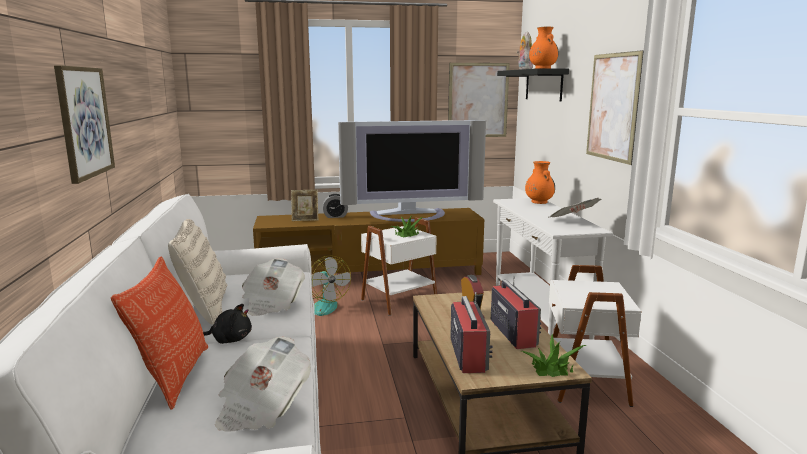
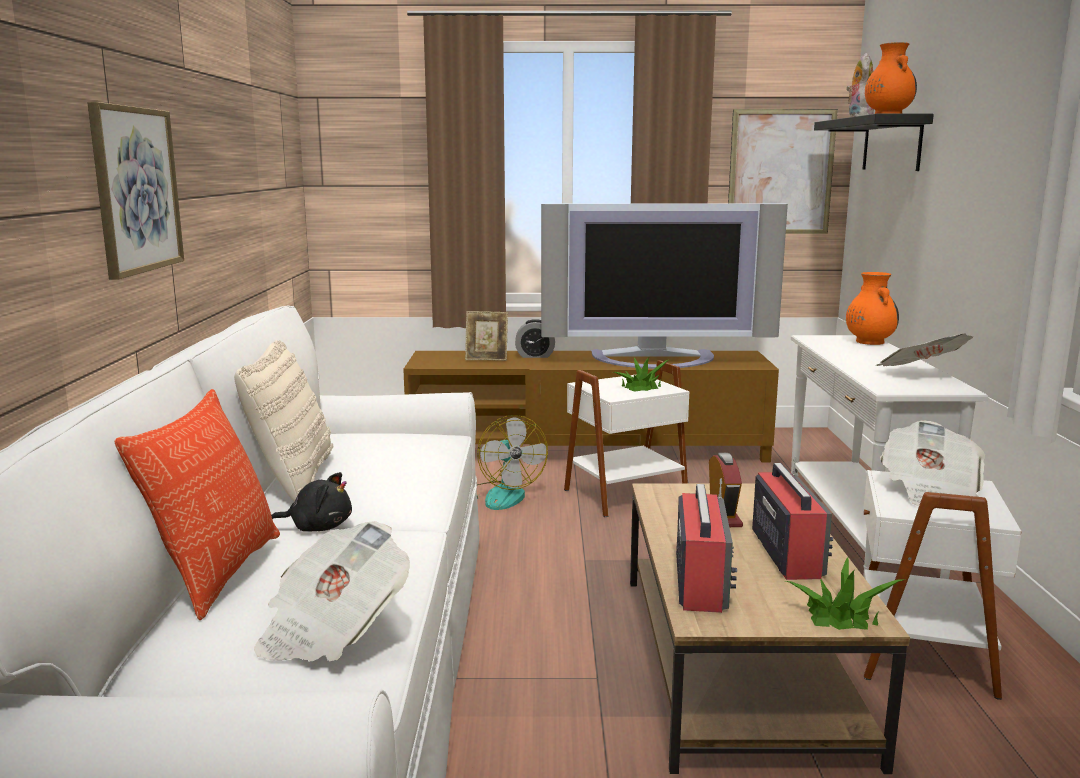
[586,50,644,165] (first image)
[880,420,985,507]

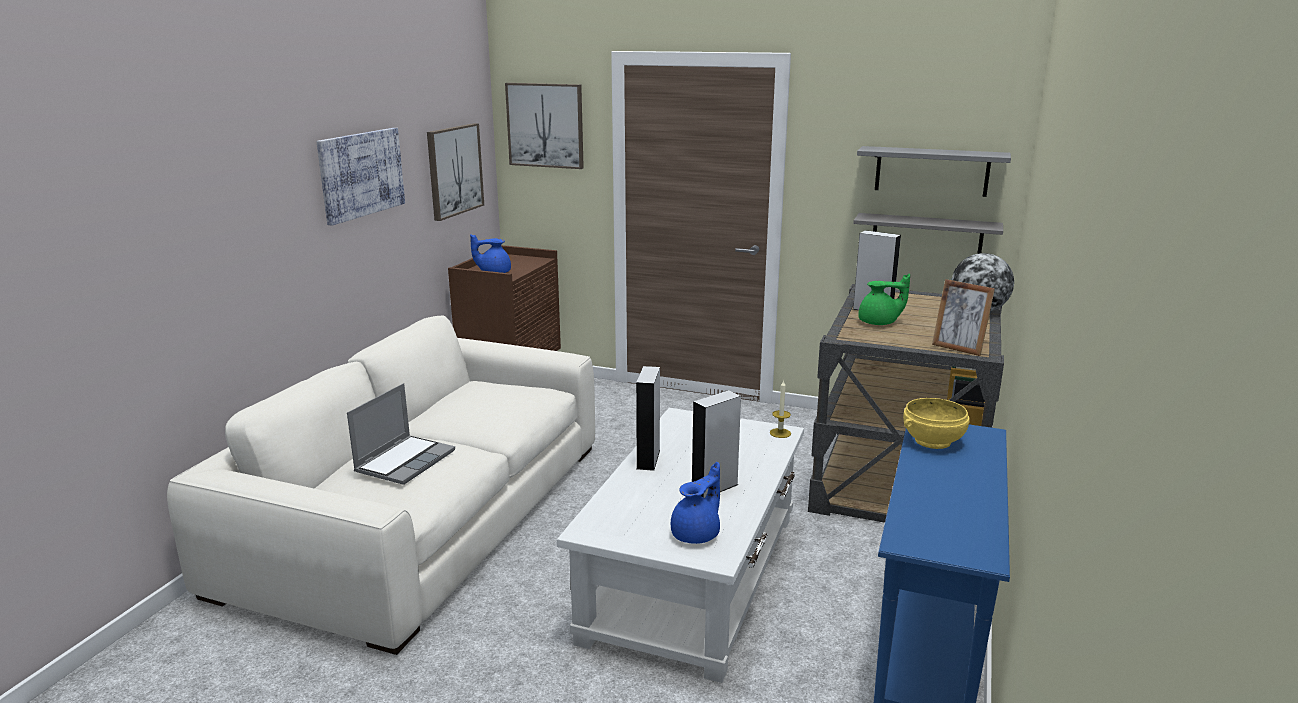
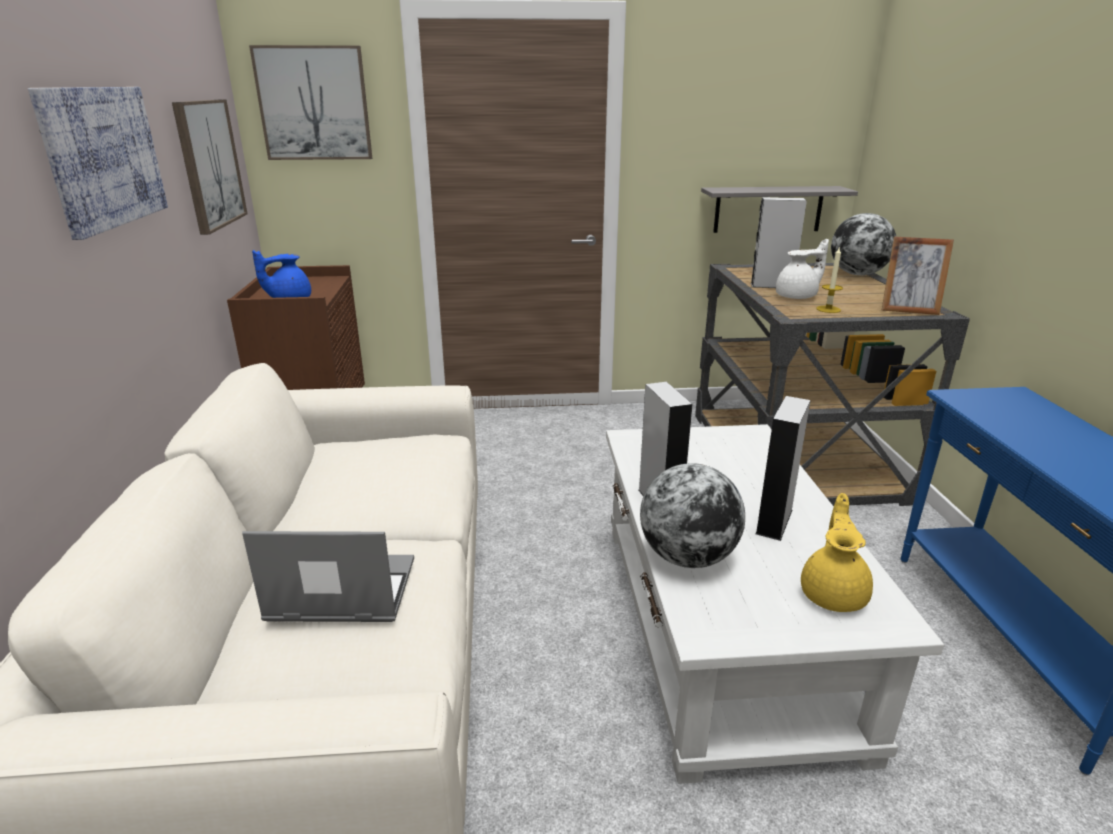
[857,146,1011,197] (first image)
[903,398,970,449] (first image)
[640,463,745,568]
[816,246,843,313]
[801,493,873,612]
[776,239,829,299]
[242,531,414,622]

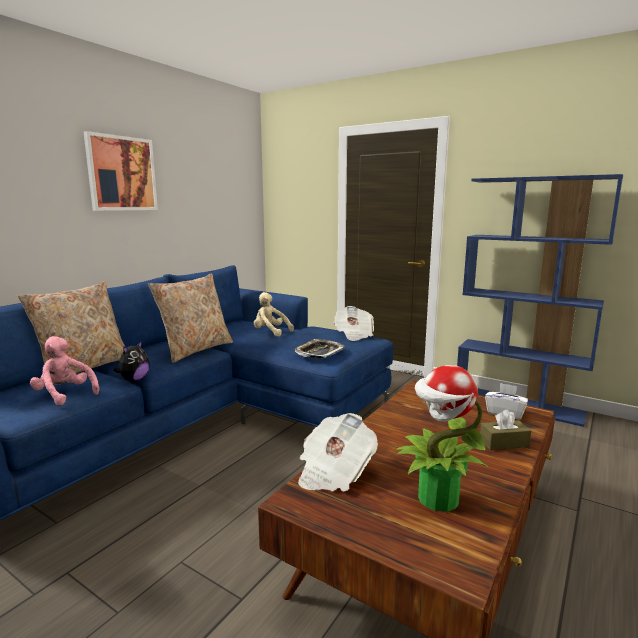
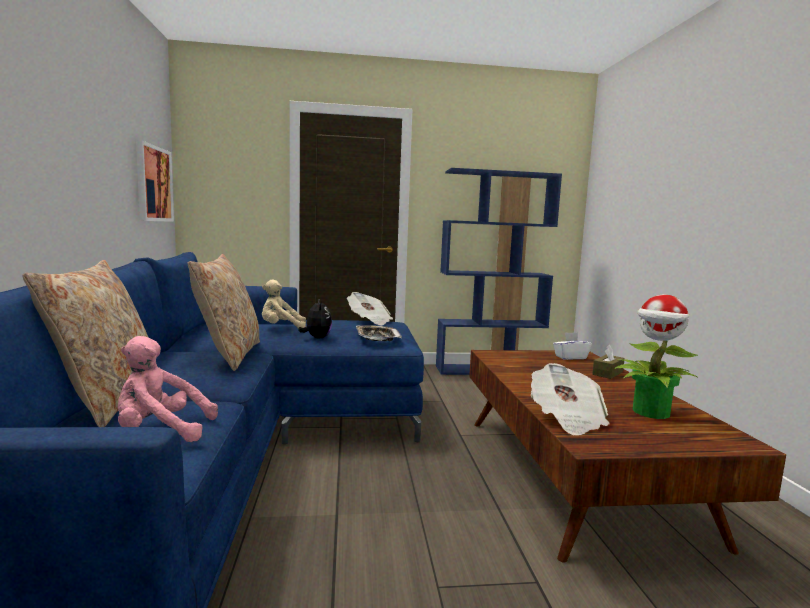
[136,140,174,222]
[298,298,332,338]

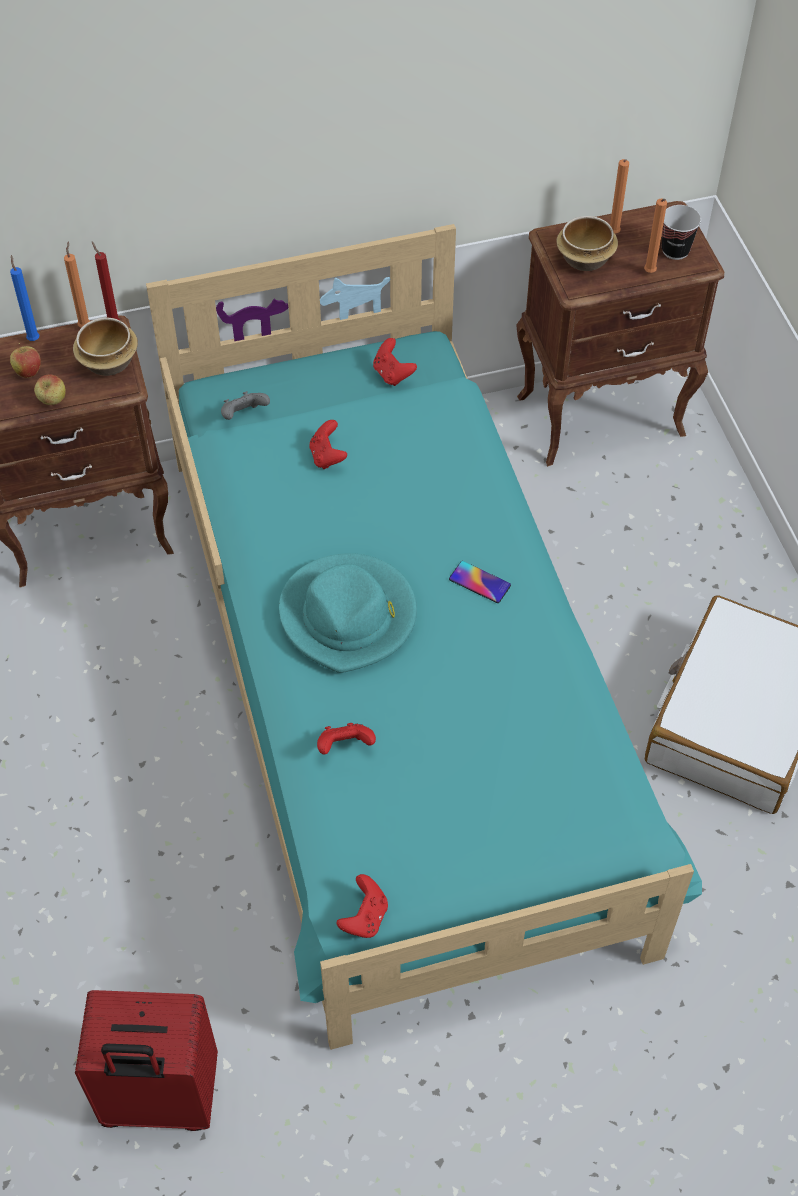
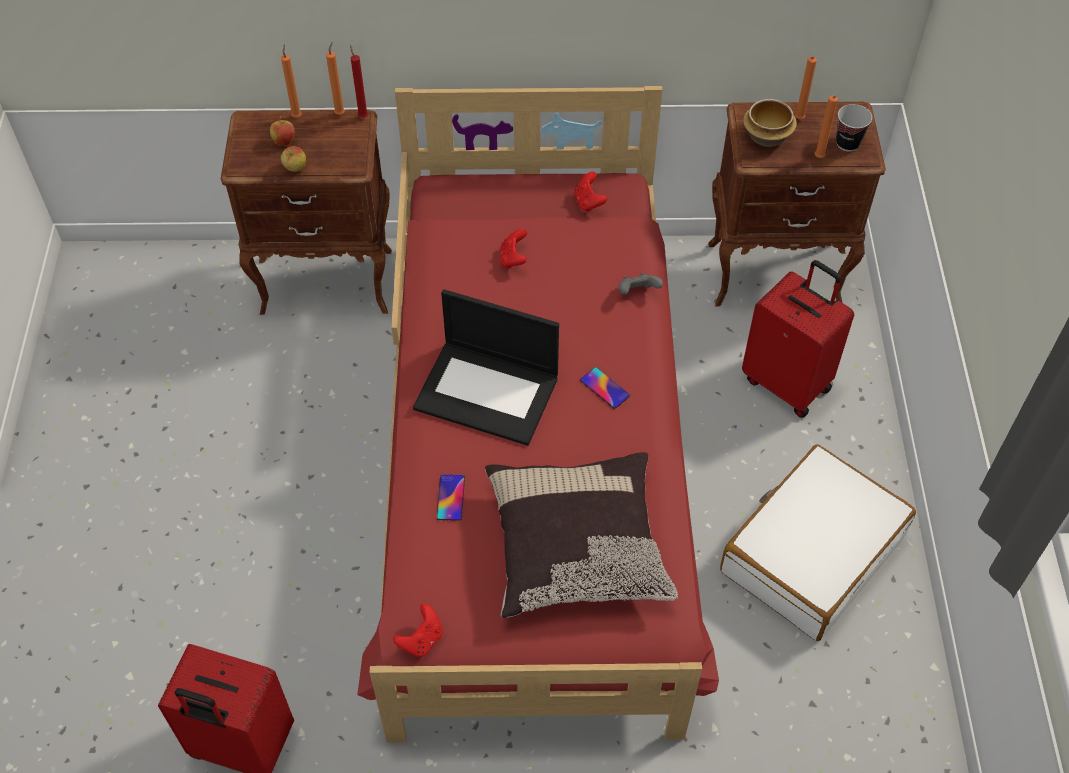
[73,318,138,376] (first image)
[485,452,678,618]
[742,260,854,418]
[619,273,663,295]
[413,289,559,446]
[437,475,465,521]
[281,44,302,118]
[357,86,719,743]

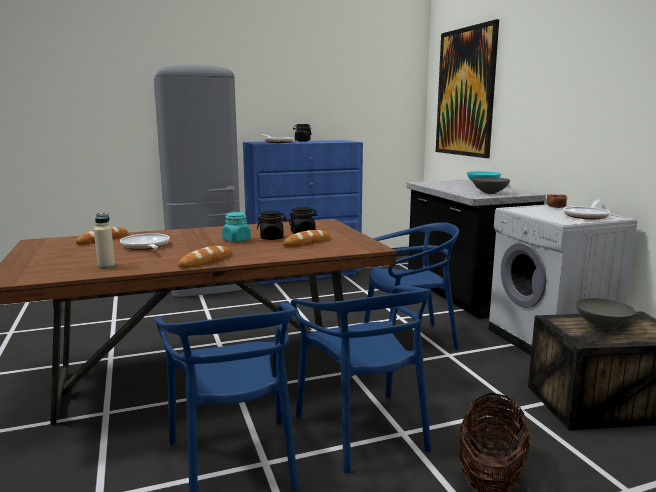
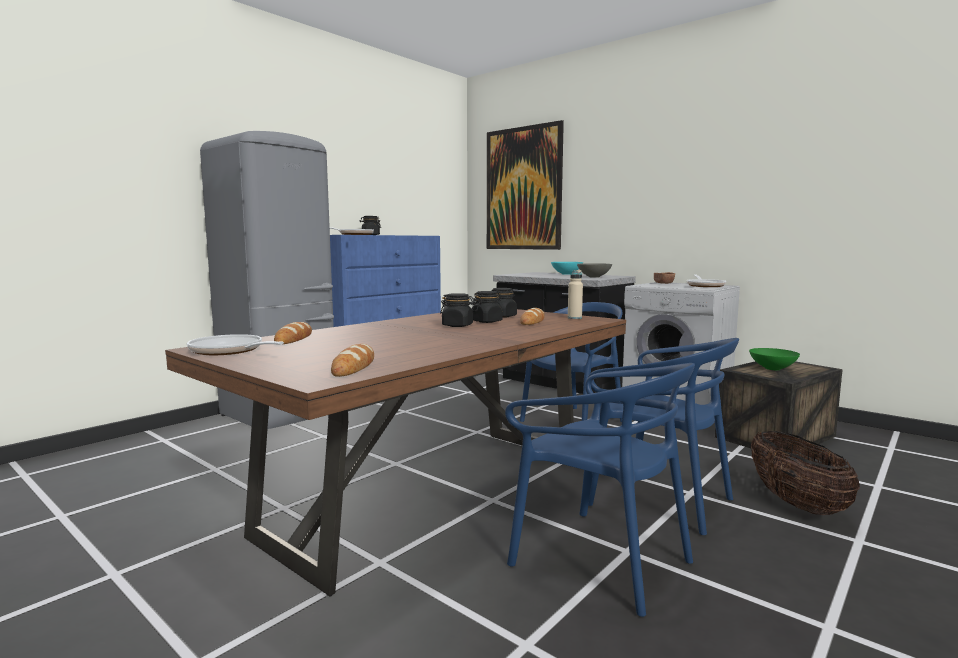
[568,270,583,319]
[187,334,284,355]
[331,344,374,377]
[440,293,476,327]
[749,348,800,370]

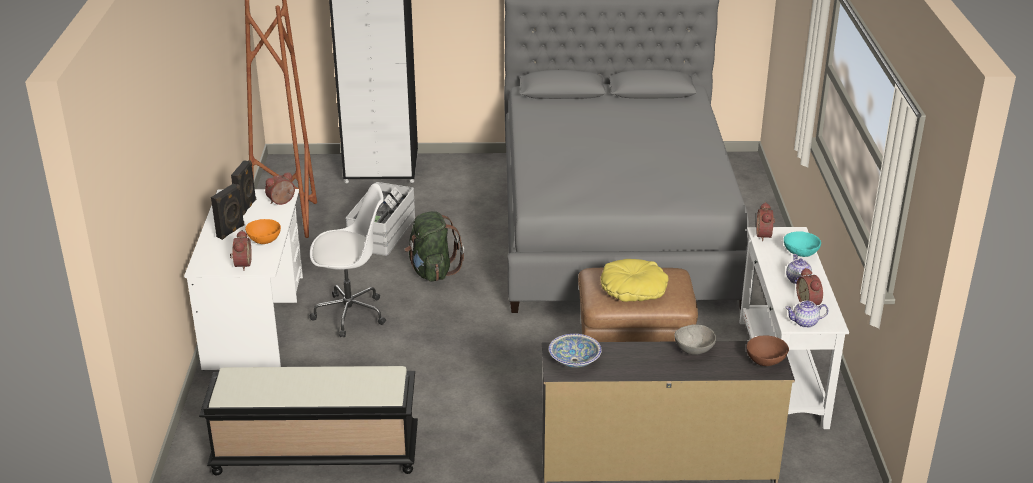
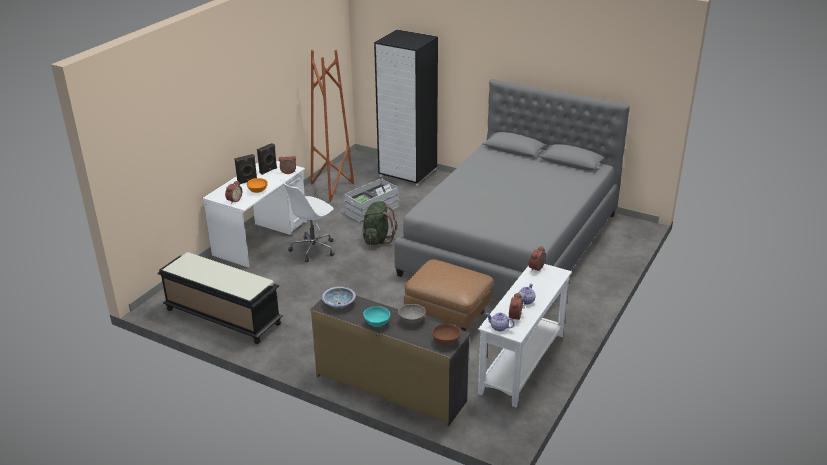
[601,259,668,302] (first image)
[363,306,390,327]
[281,179,335,262]

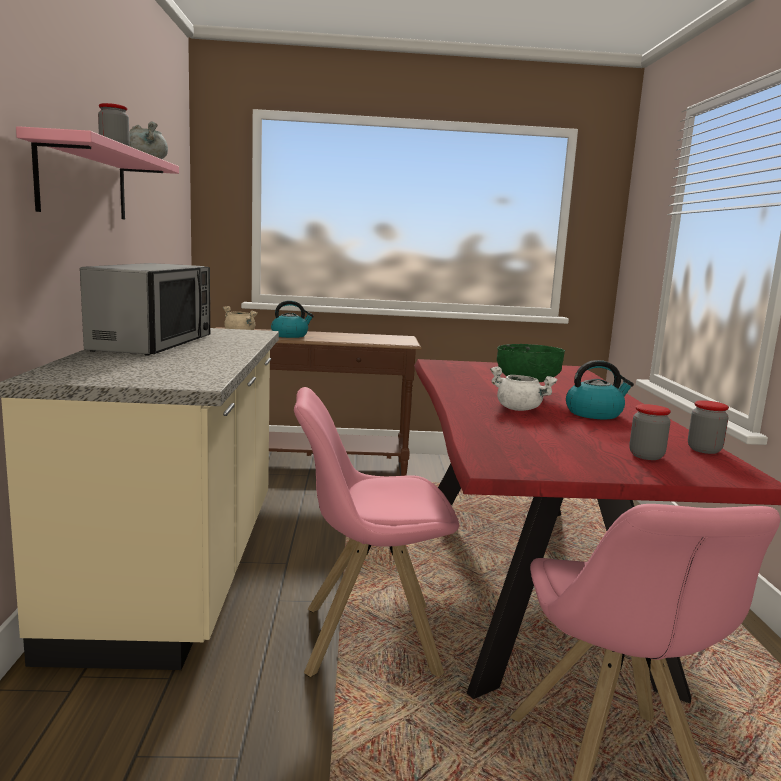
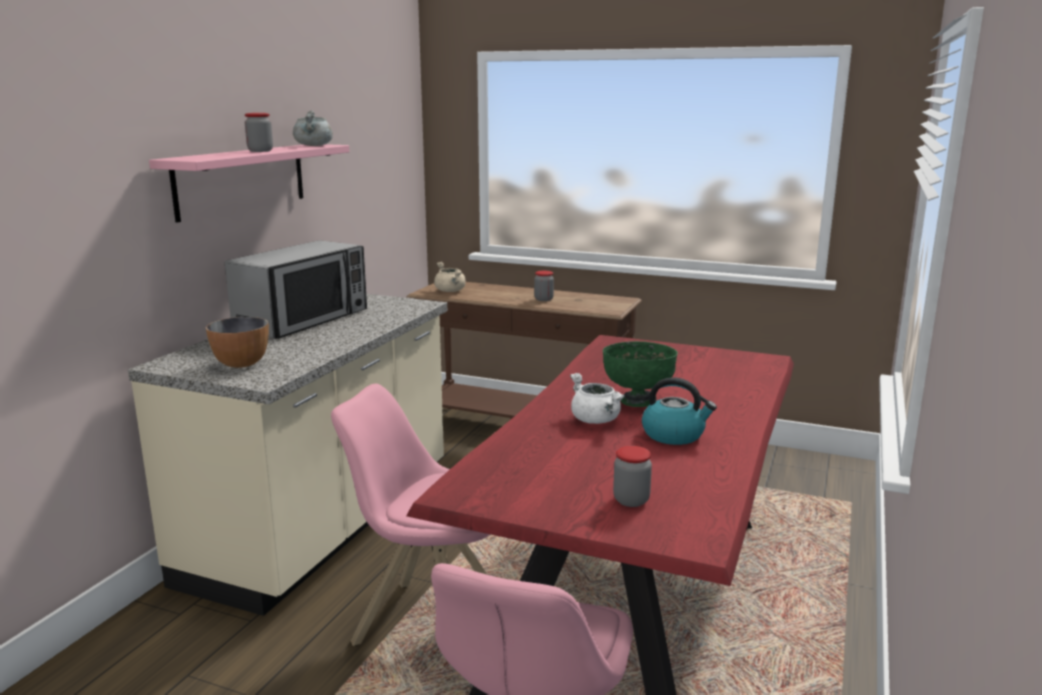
[271,300,314,338] (first image)
[206,317,269,368]
[534,271,554,301]

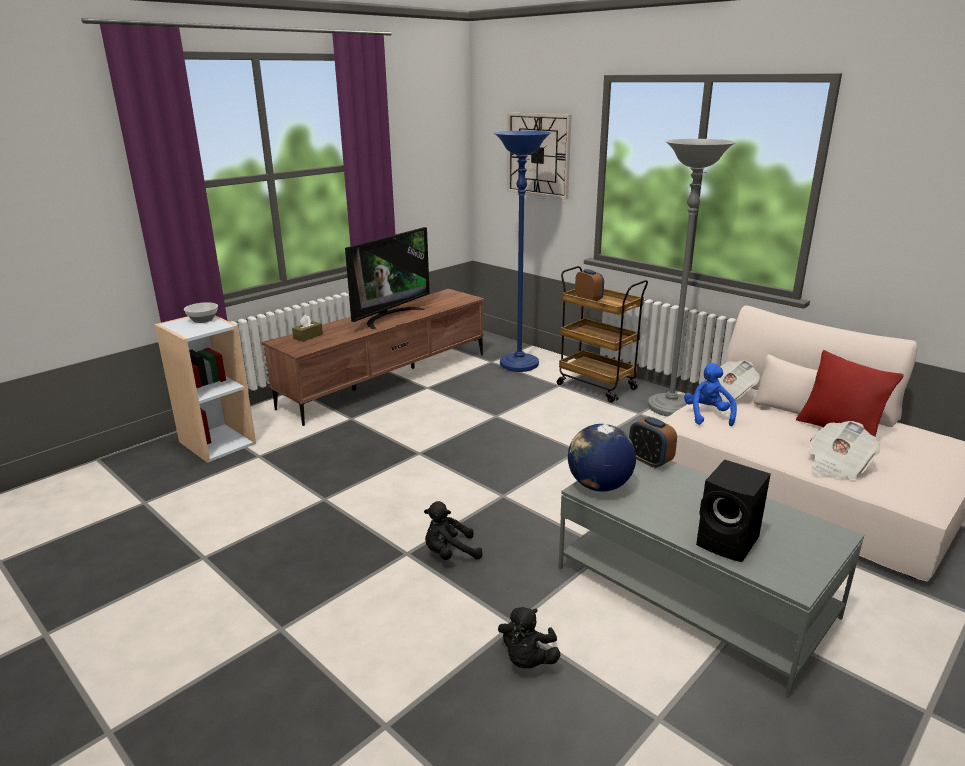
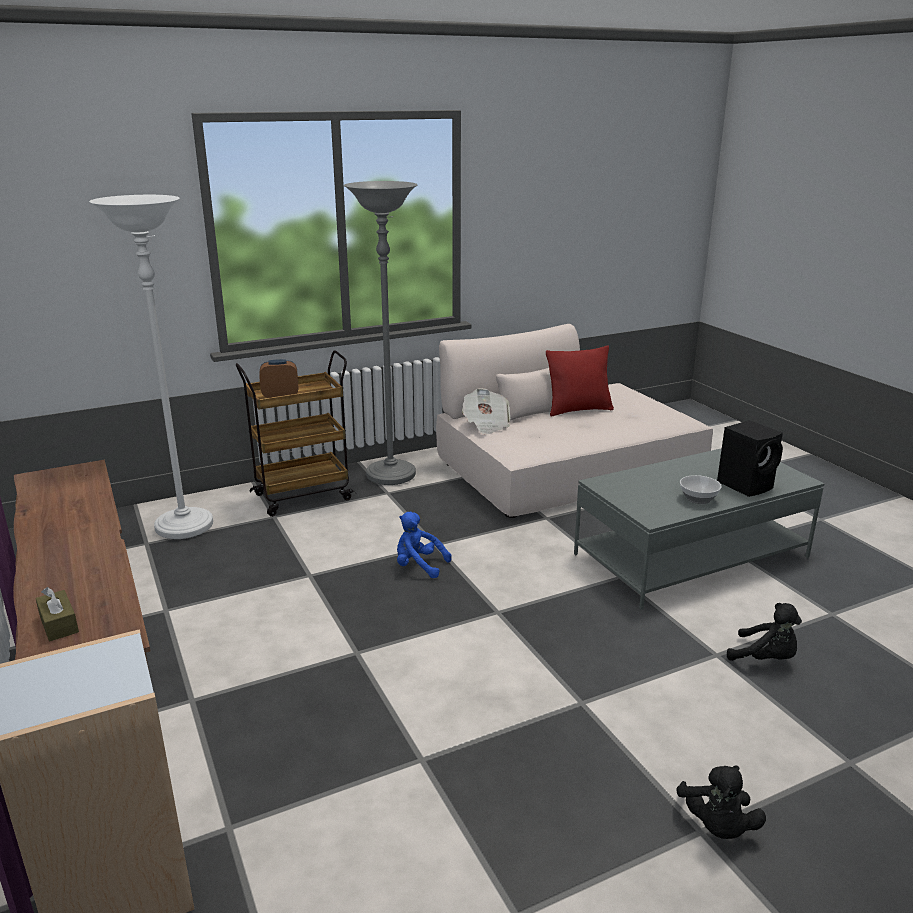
[345,227,430,329] (first image)
[507,113,571,199] (first image)
[568,424,636,492] (first image)
[629,417,677,468] (first image)
[809,421,880,479] (first image)
[680,475,722,504]
[676,765,766,839]
[397,512,451,578]
[89,195,213,539]

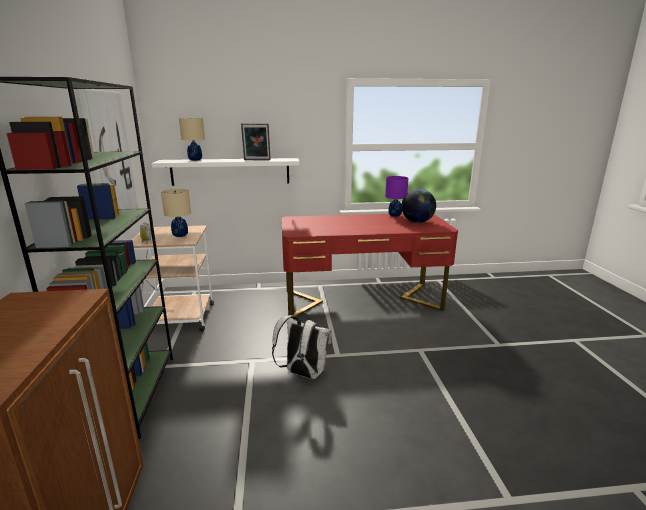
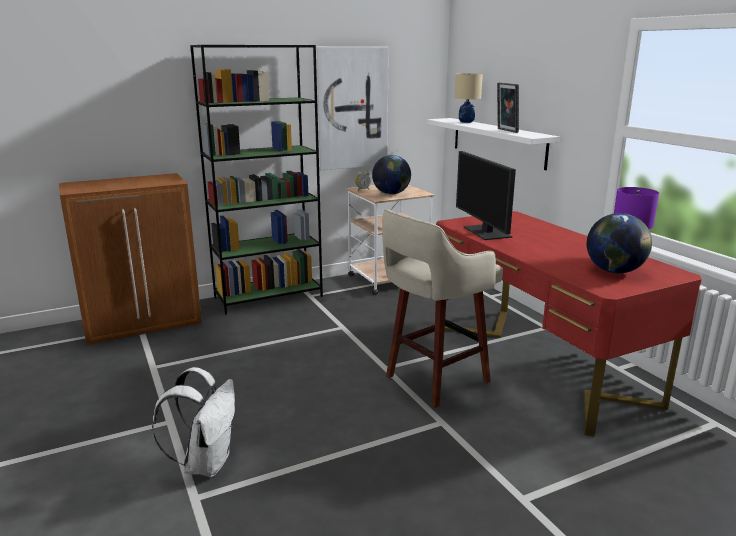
[382,210,503,408]
[456,151,516,240]
[152,367,235,477]
[372,155,411,194]

